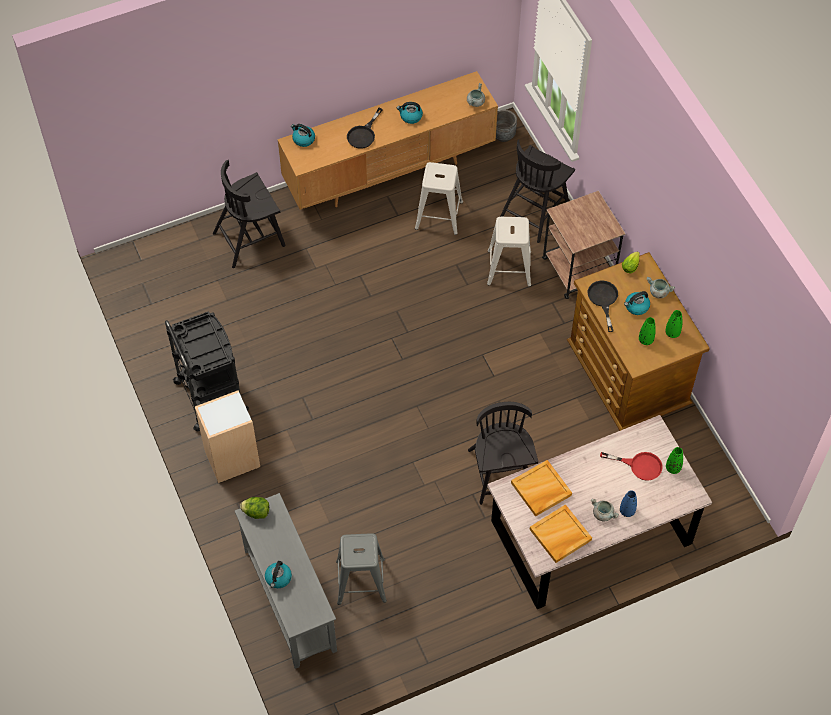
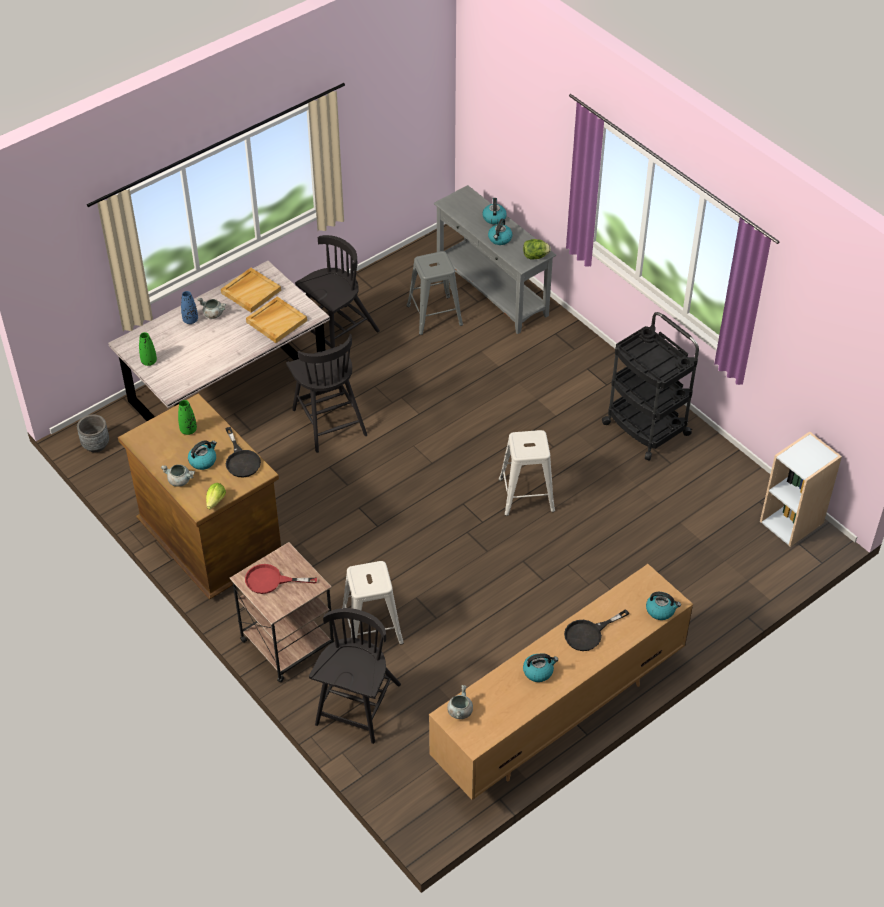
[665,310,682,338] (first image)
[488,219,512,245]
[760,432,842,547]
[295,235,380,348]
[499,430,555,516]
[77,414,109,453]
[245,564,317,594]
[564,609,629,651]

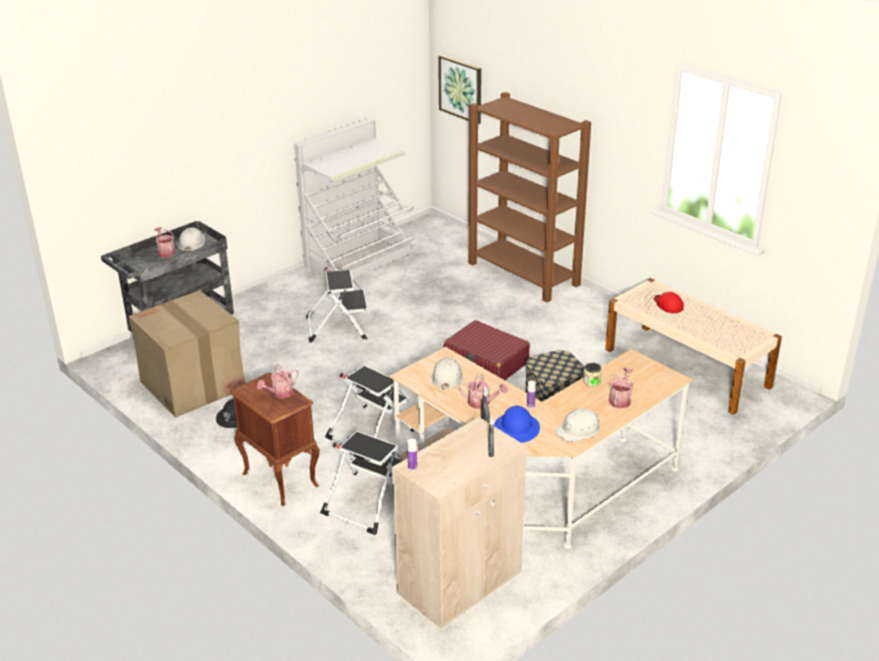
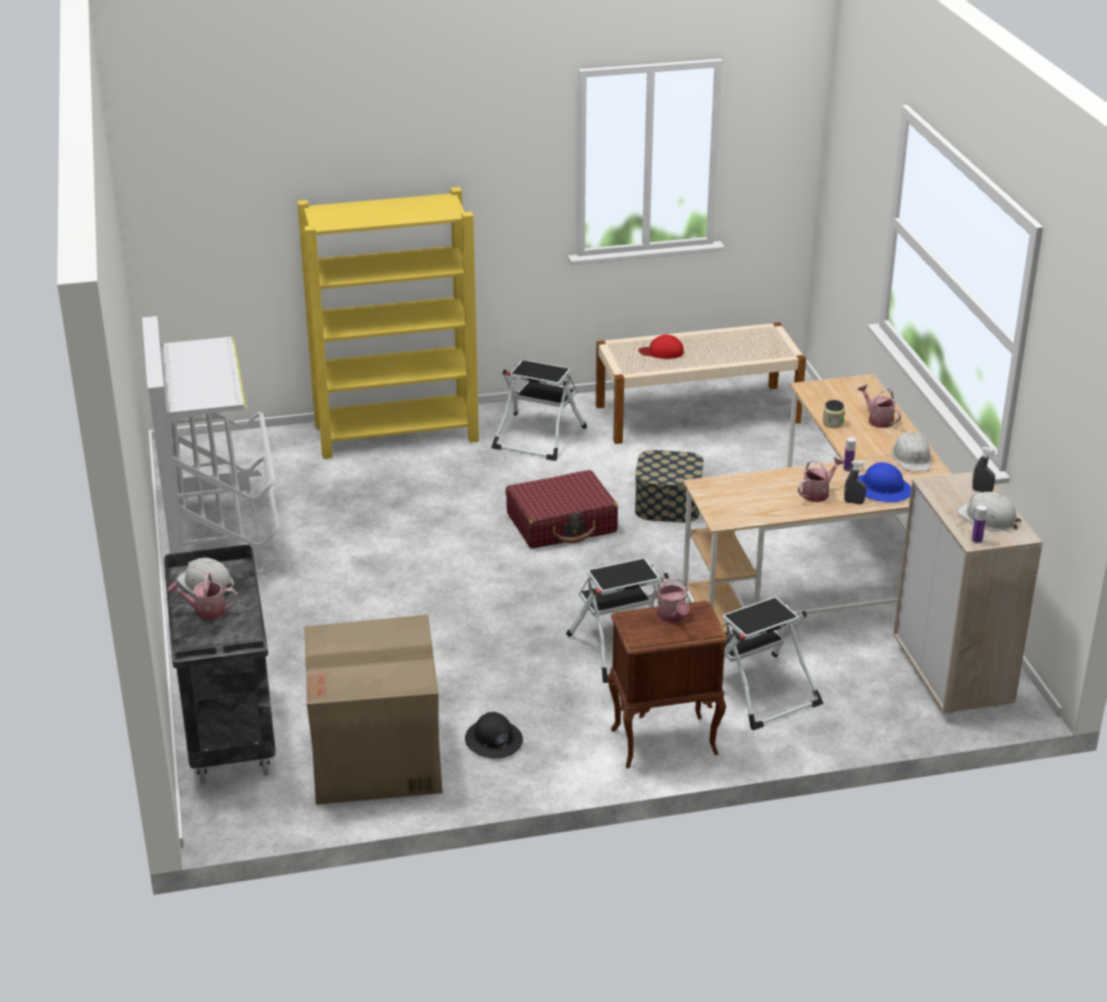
[438,55,481,124] (first image)
[491,360,587,461]
[957,492,1021,531]
[297,187,479,459]

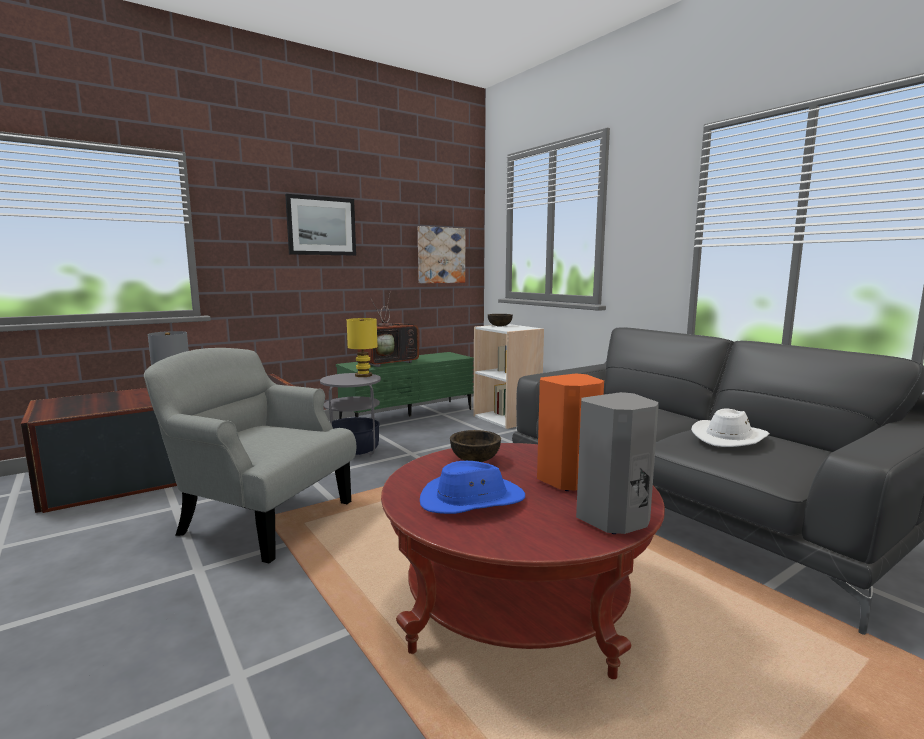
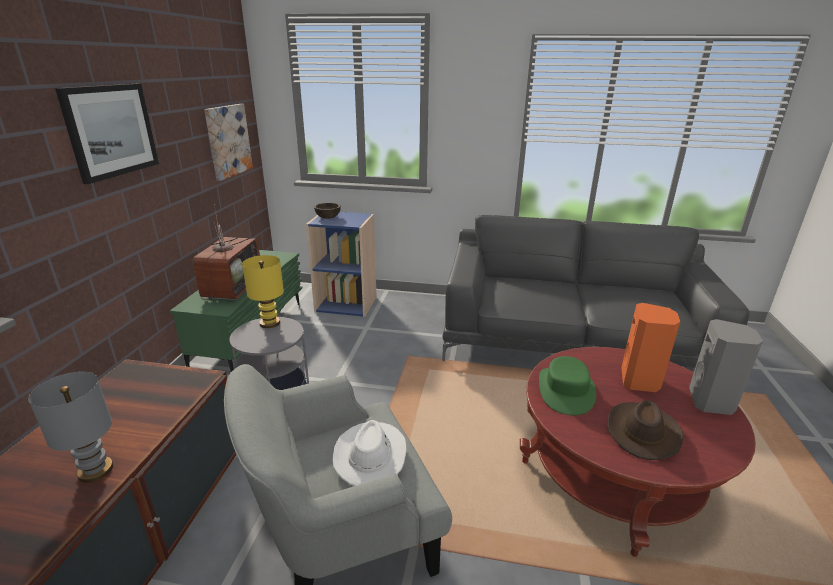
[333,420,407,486]
[539,356,596,415]
[608,400,683,460]
[306,212,376,317]

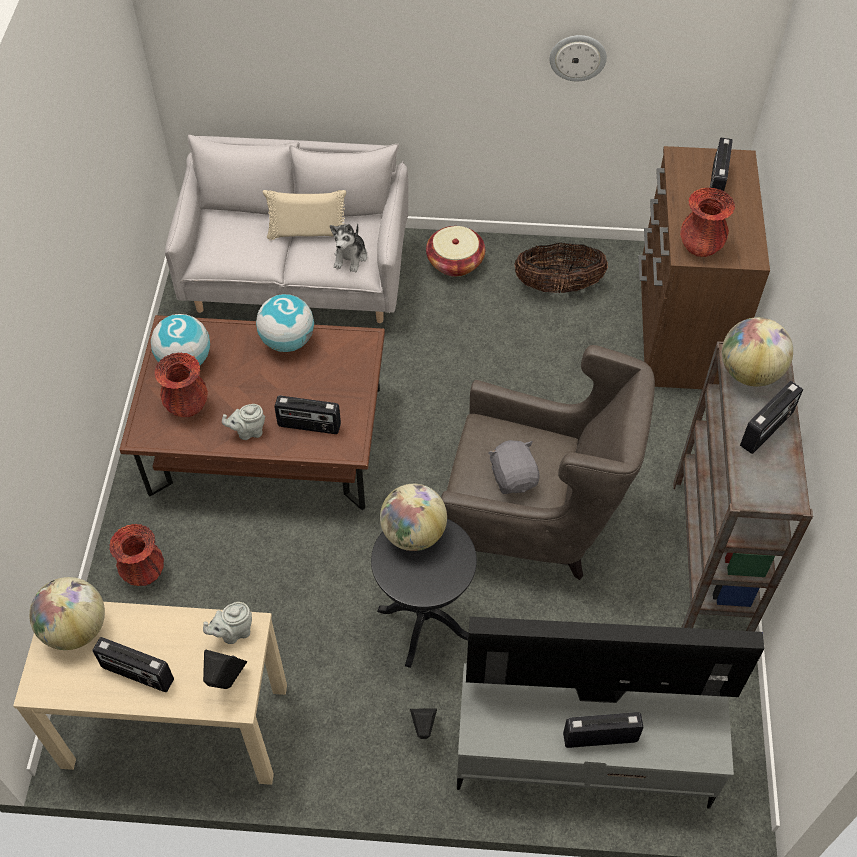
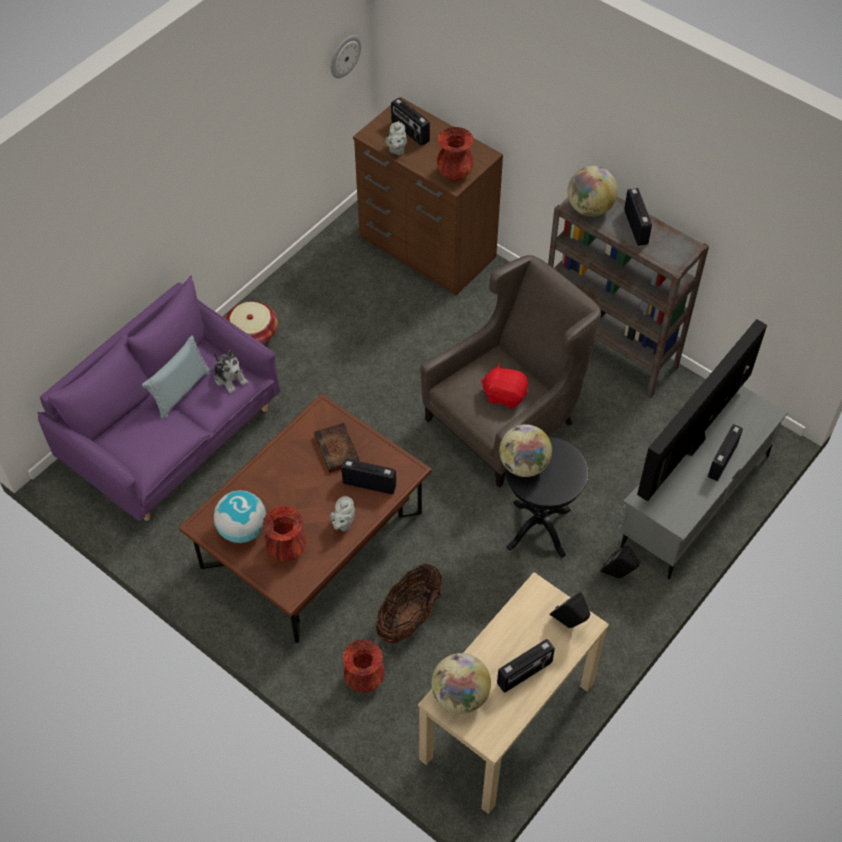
[256,294,314,352] (first image)
[314,423,359,473]
[386,121,407,155]
[376,564,442,644]
[331,35,361,78]
[37,276,280,521]
[142,336,210,419]
[481,363,528,409]
[341,459,396,494]

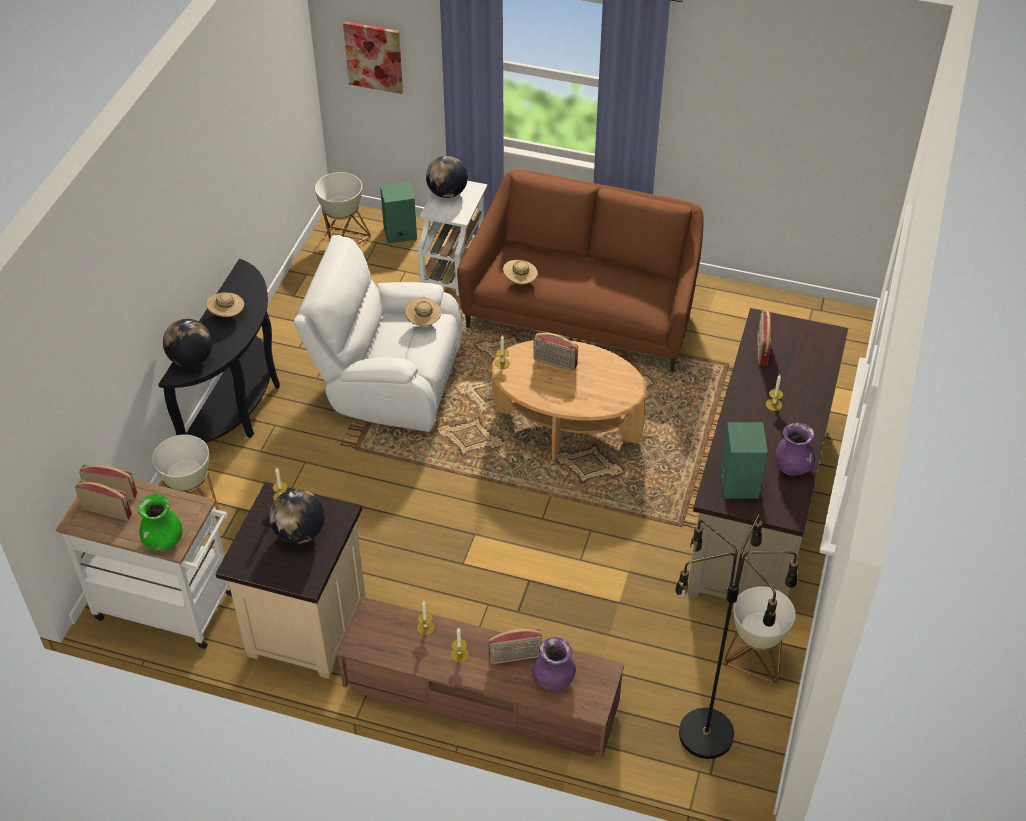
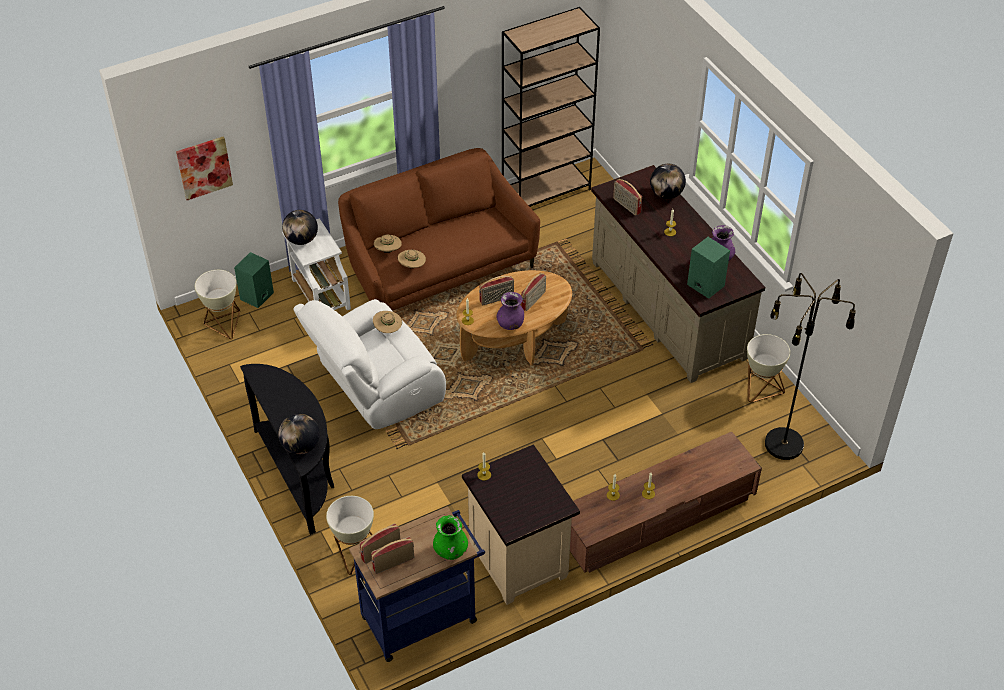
[502,7,600,207]
[374,235,402,253]
[650,164,686,199]
[521,273,546,311]
[496,292,524,330]
[349,506,485,662]

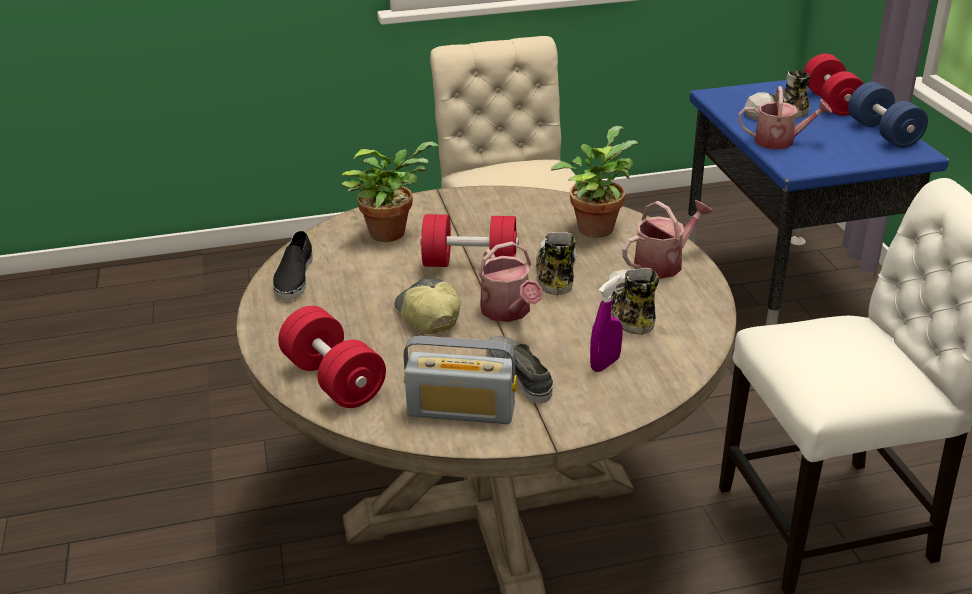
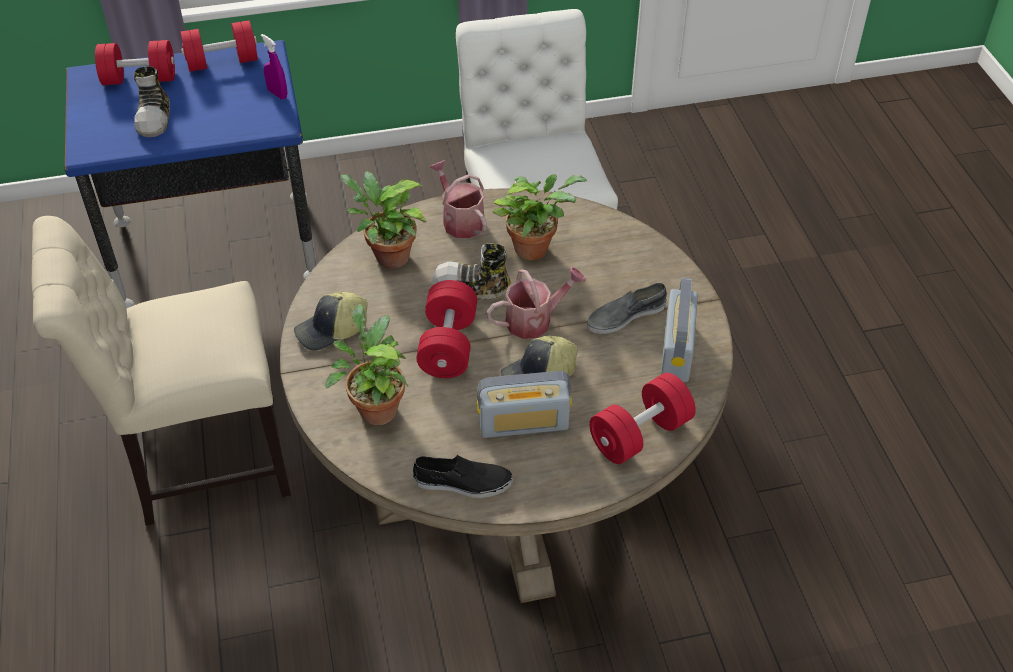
[738,86,832,150] (first image)
[294,292,367,351]
[477,371,572,438]
[261,34,287,99]
[492,174,587,260]
[181,20,258,72]

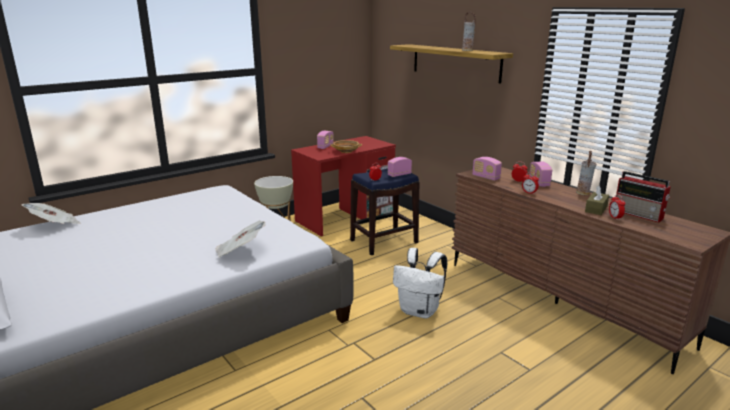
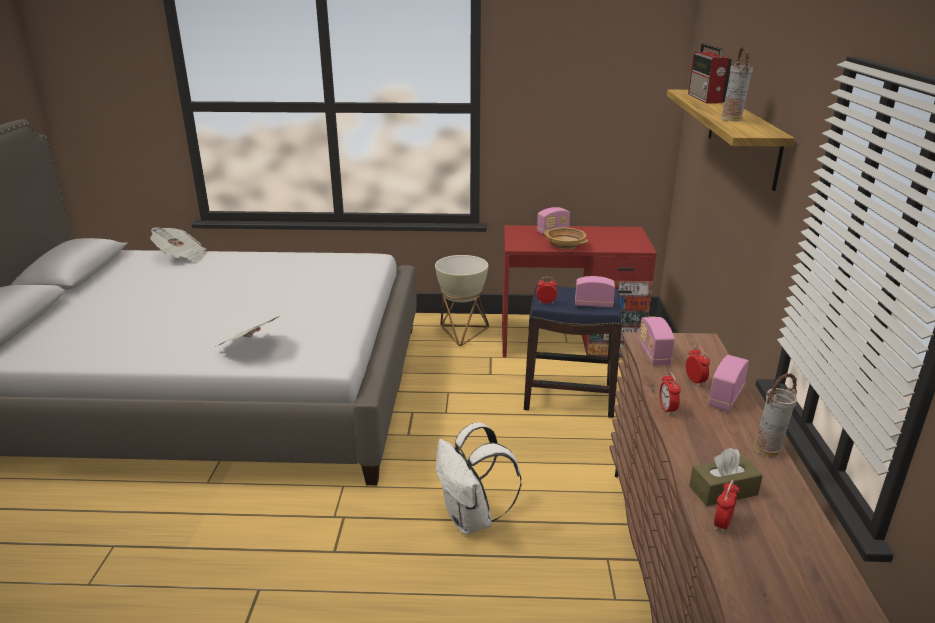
[688,43,732,103]

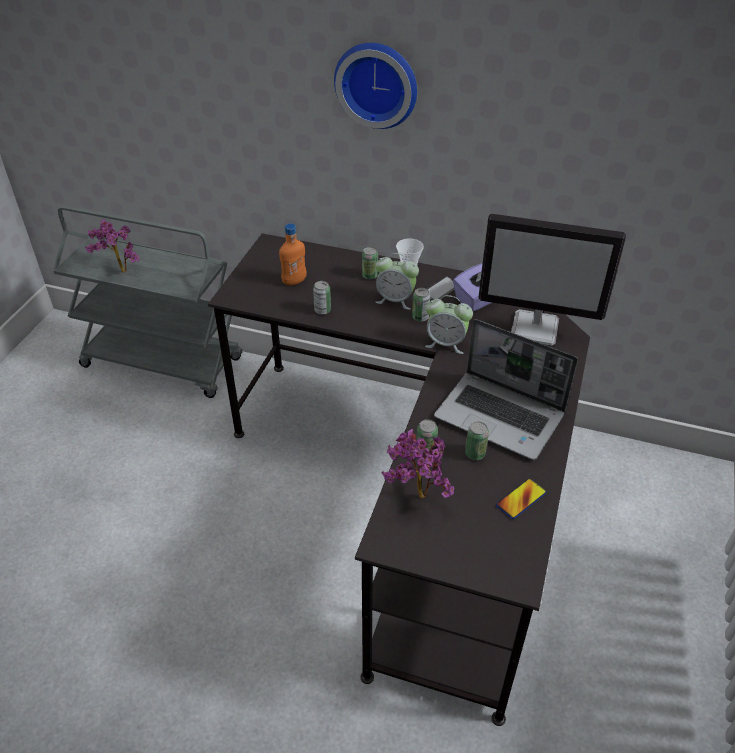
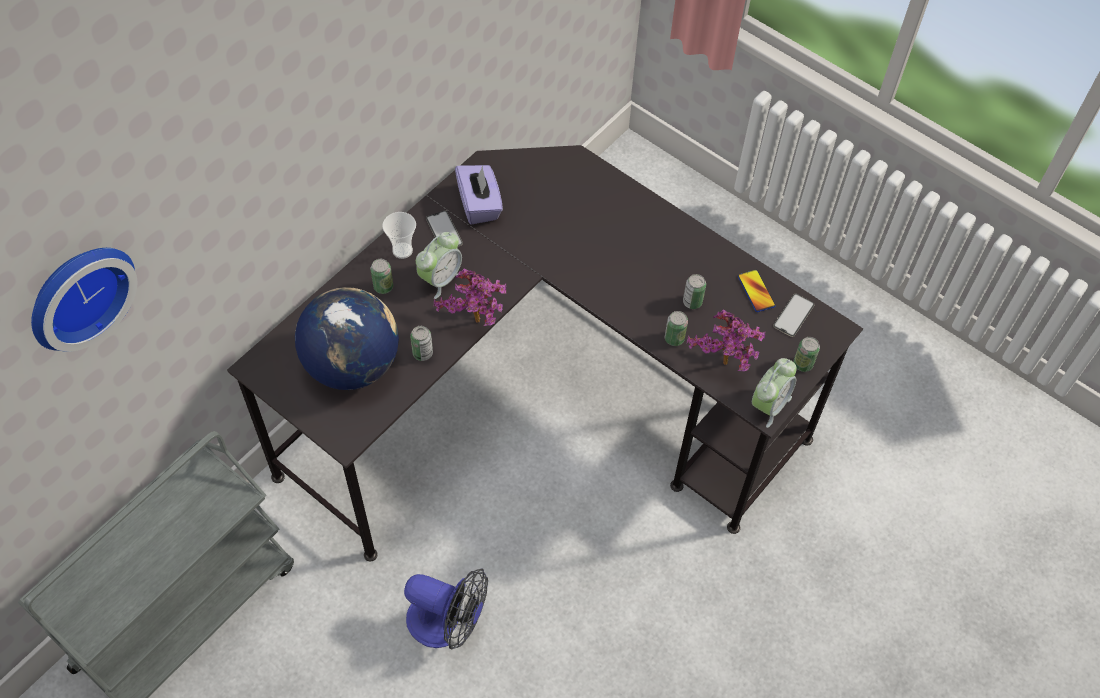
[434,319,578,460] (first image)
[478,214,626,346] (first image)
[404,568,488,650]
[773,293,815,337]
[434,268,507,326]
[31,248,137,352]
[793,337,820,372]
[752,358,797,428]
[295,287,399,390]

